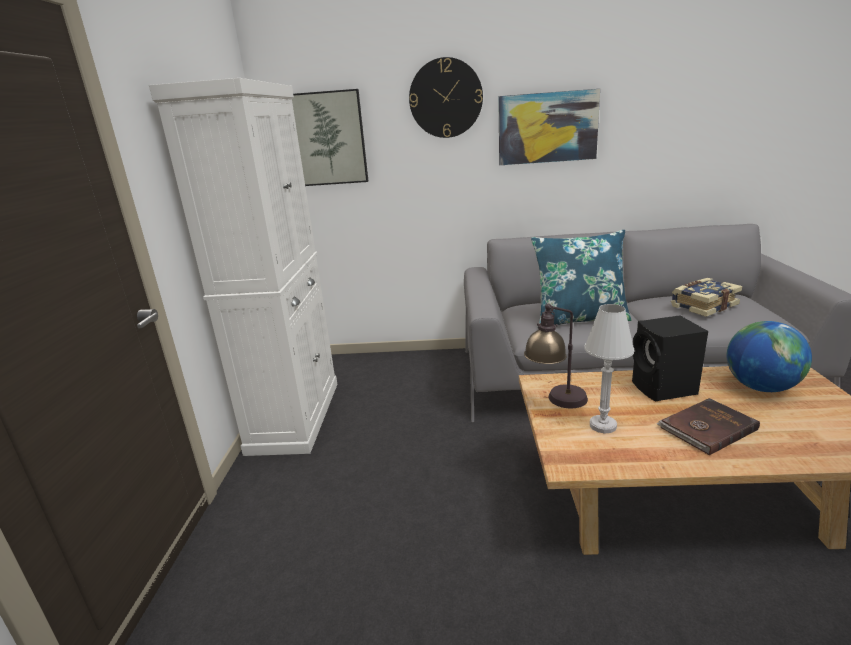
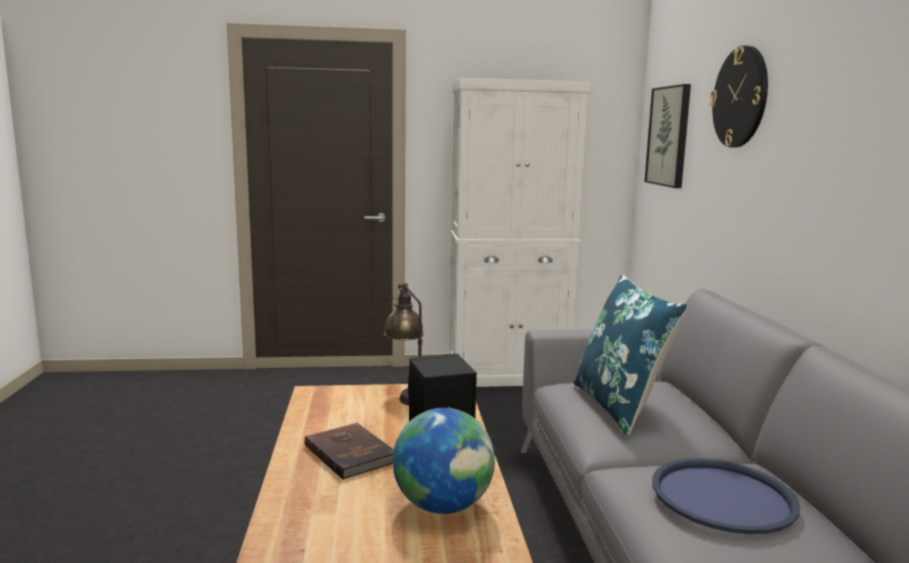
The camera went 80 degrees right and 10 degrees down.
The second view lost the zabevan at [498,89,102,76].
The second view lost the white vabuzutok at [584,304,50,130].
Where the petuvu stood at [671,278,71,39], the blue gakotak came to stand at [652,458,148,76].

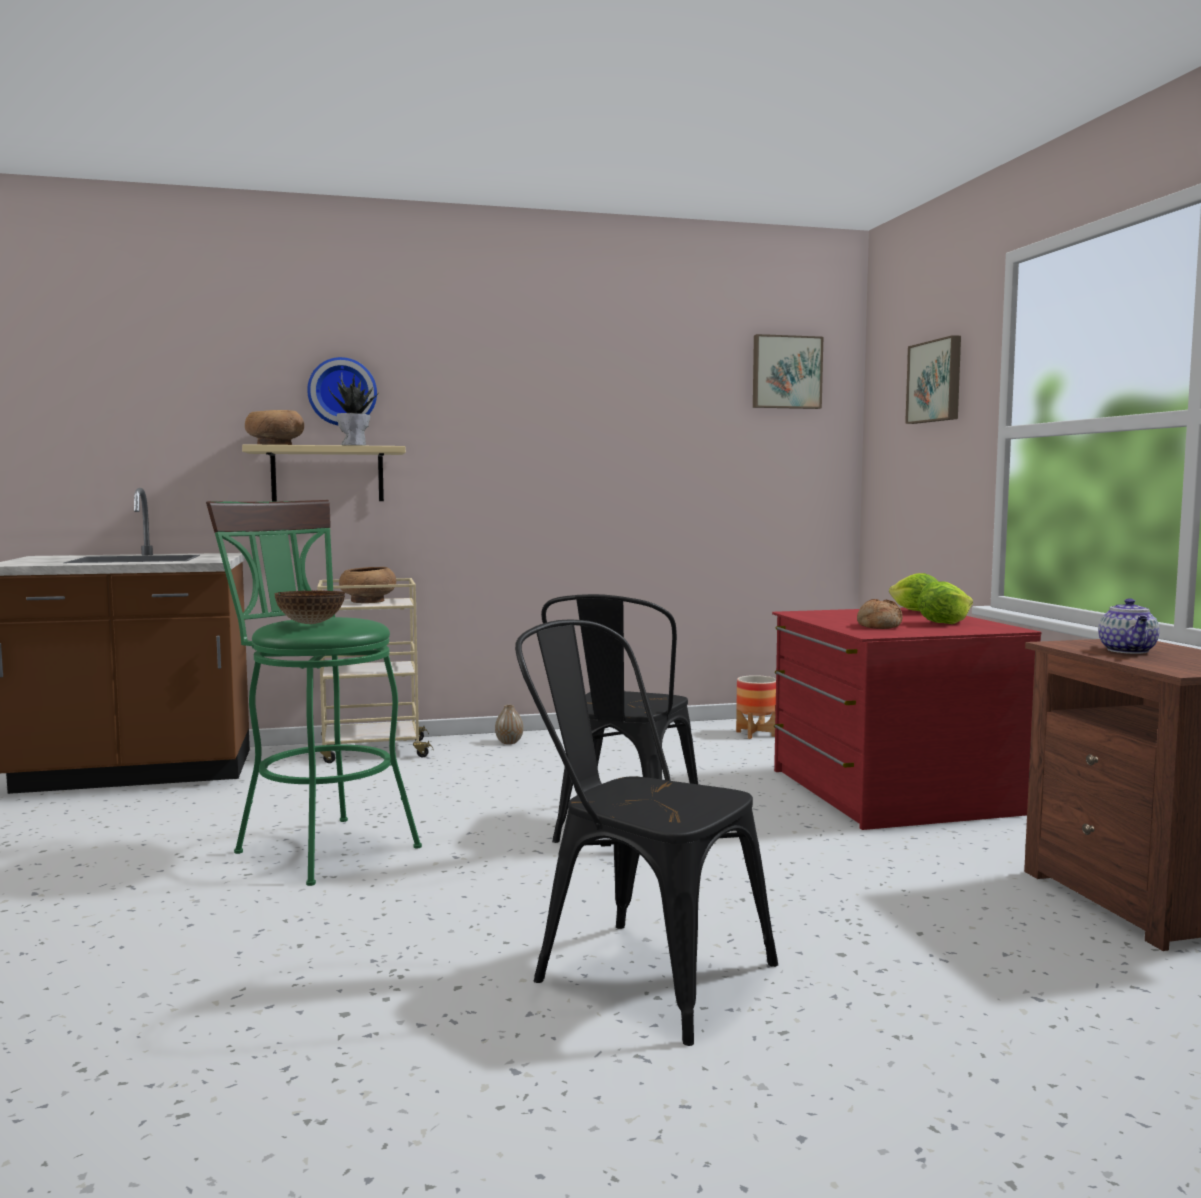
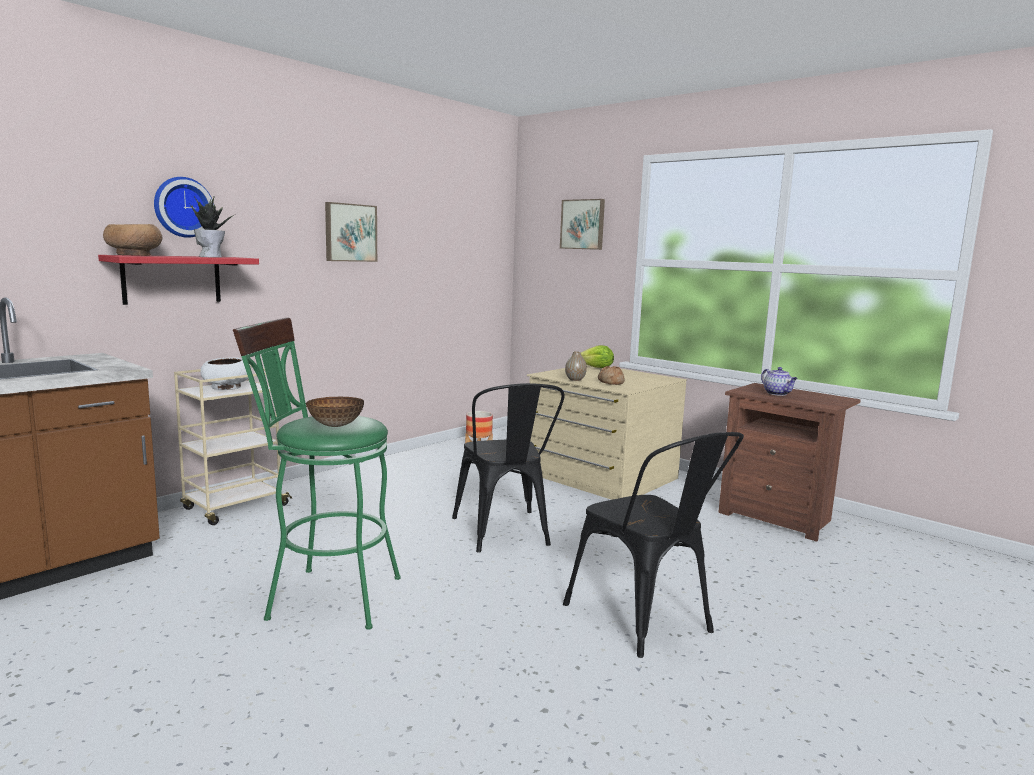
The camera went 35 degrees left and 5 degrees up.
What was the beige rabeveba at [242,444,164,57] turned into the red rabeveba at [98,255,161,50].
What was the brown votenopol at [339,567,57,36] turned into the white votenopol at [200,357,51,33].
The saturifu ended up elsewhere, having gone from [495,705,28,39] to [565,351,22,30].
The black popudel at [515,620,263,426] ended up facing another way, 120 degrees counterclockwise from before.
The zabevan ended up elsewhere, having gone from [753,334,70,75] to [325,202,52,60].
What was the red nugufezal at [772,608,270,222] turned into the beige nugufezal at [527,364,160,136].
The second view lost the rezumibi at [917,582,56,42].

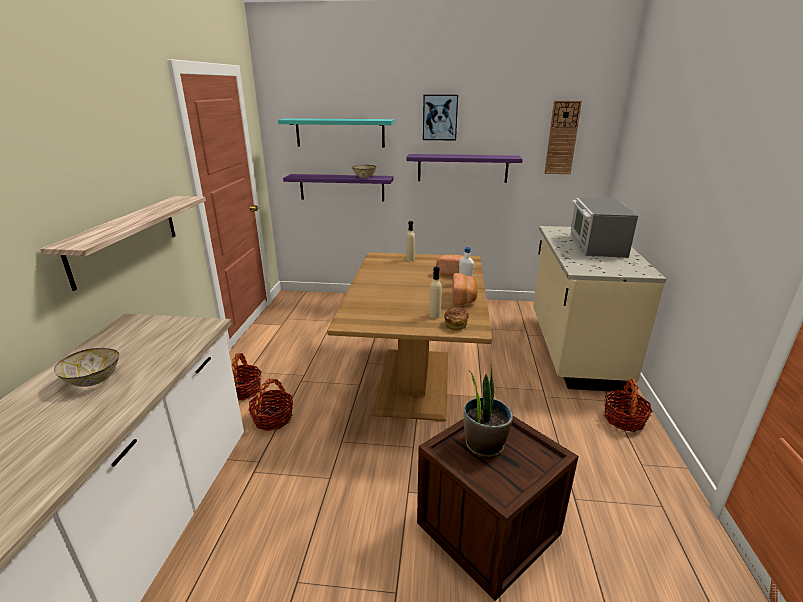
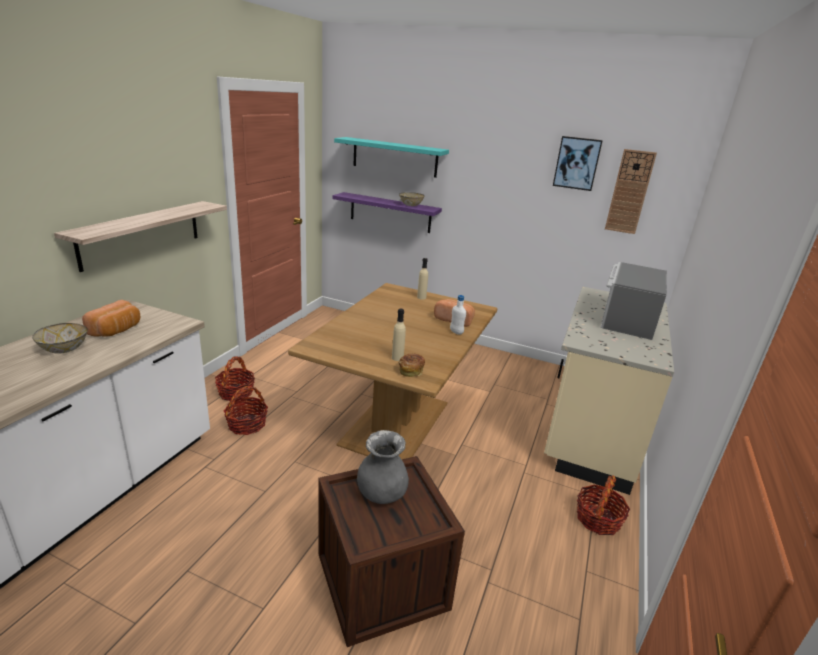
The camera went 15 degrees right and 0 degrees up.
The second view lost the purple rabeveba at [407,154,116,29].
The zabevan ended up elsewhere, having gone from [423,95,35,45] to [553,136,50,55].
The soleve ended up elsewhere, having gone from [452,273,26,32] to [82,300,58,37].
Where the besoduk stood at [463,364,50,94], the grey saturifu came to stand at [357,430,52,74].

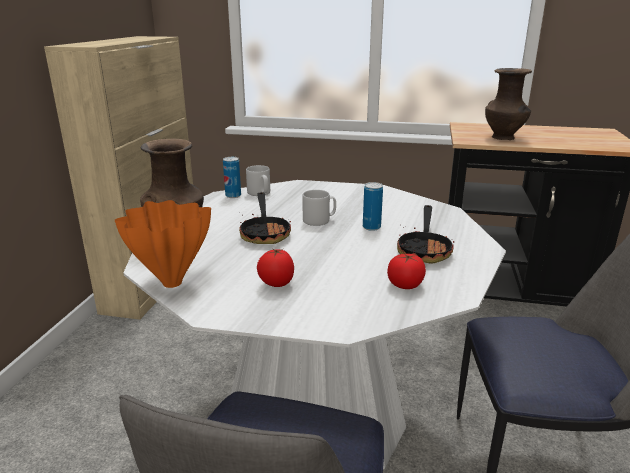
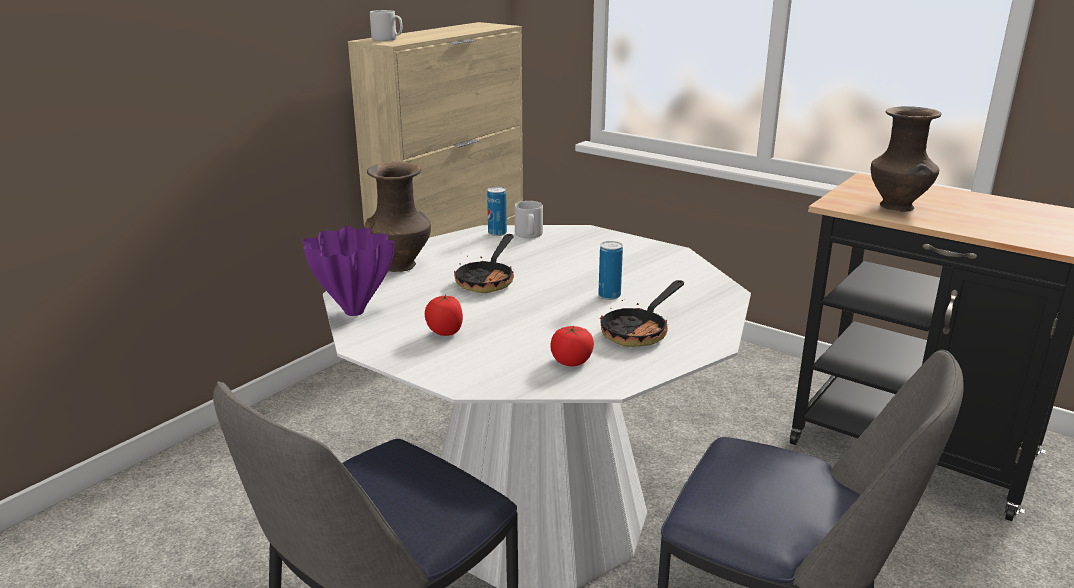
The camera went 25 degrees right and 0 degrees up.
What was the orange saturifu at [115,200,96,88] turned into the purple saturifu at [302,226,92,90].
The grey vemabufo ended up elsewhere, having gone from [302,190,34,36] to [370,10,32,31].

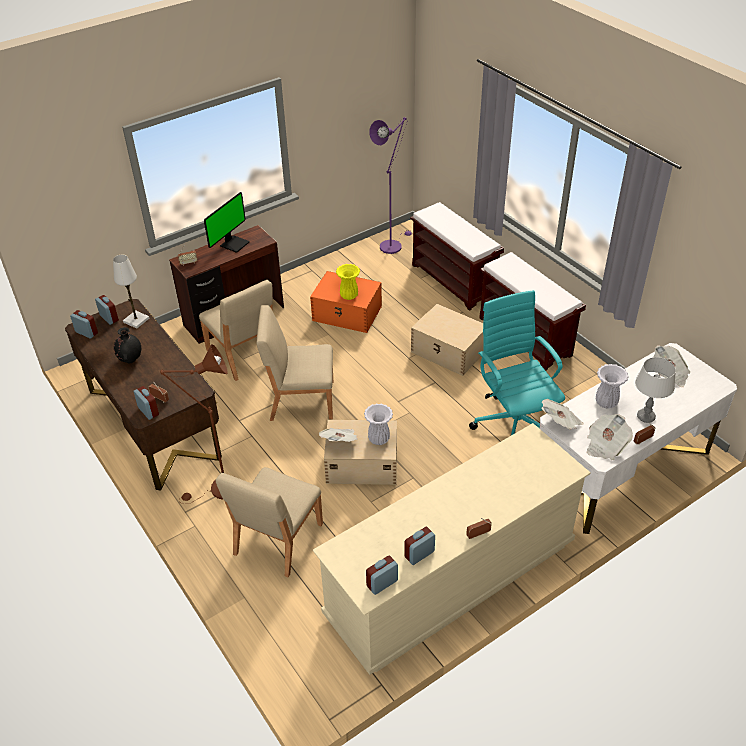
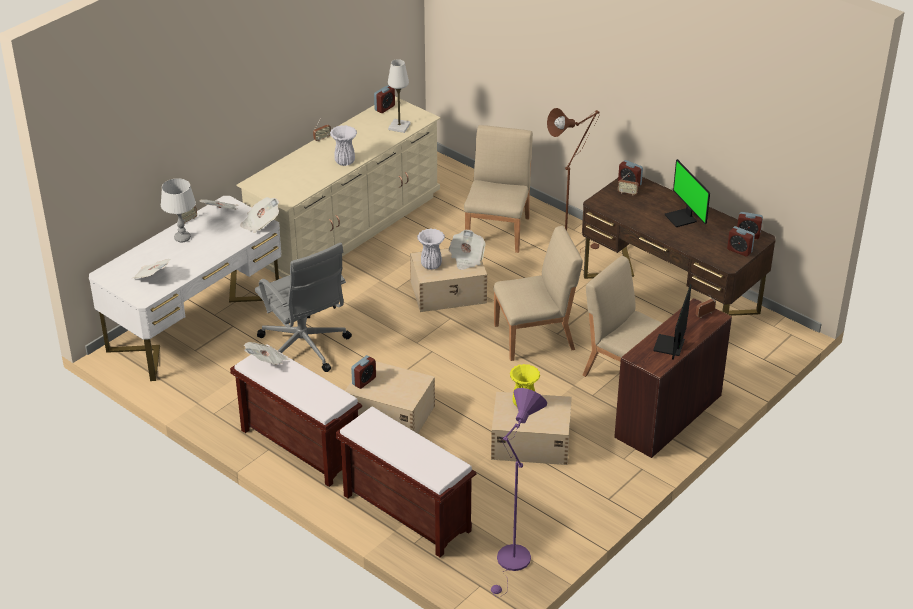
The camera went 165 degrees right and 5 degrees down.
The white vabuzutok ended up elsewhere, having gone from [113,255,36,74] to [388,59,23,74].
Where the black saturifu stood at [114,327,27,36], the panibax came to stand at [665,159,45,68].
What was the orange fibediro at [310,271,72,62] turned into the beige fibediro at [491,392,81,73].
The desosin ended up elsewhere, having gone from [404,527,31,38] to [351,355,25,34].
What was the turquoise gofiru at [469,290,96,145] turned into the grey gofiru at [255,242,97,130].
The white saturifu ended up elsewhere, having gone from [595,364,34,45] to [330,125,27,41].
The second view gained the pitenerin at [244,342,46,23].

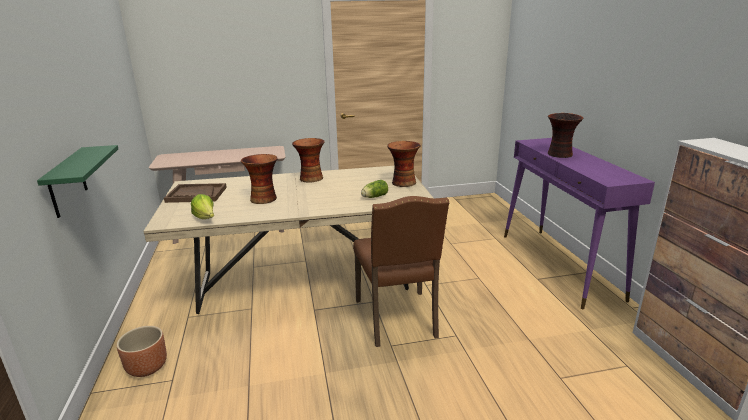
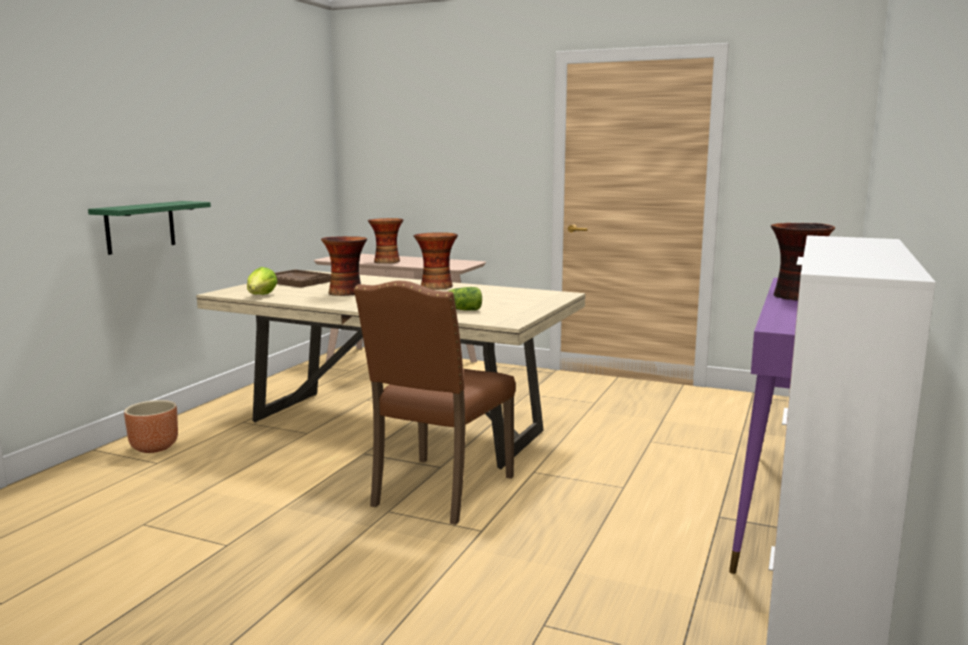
The camera went 35 degrees right and 10 degrees down.
The saturifu ended up elsewhere, having gone from [387,141,34,46] to [368,218,35,46].

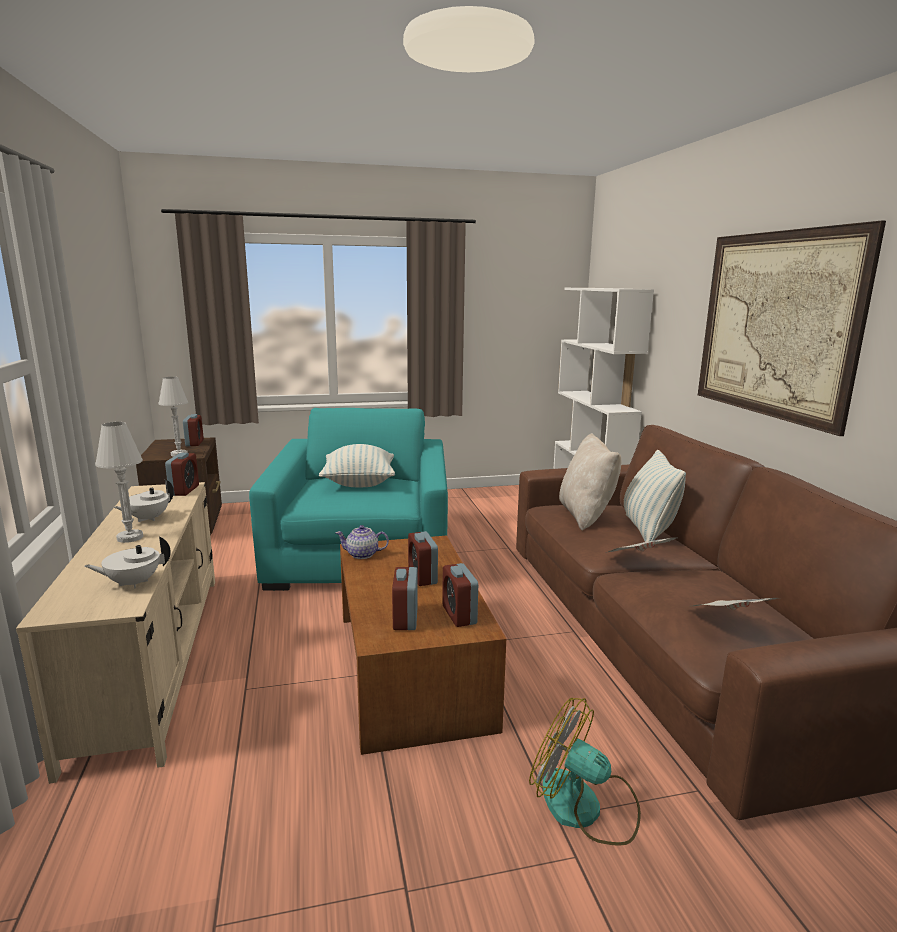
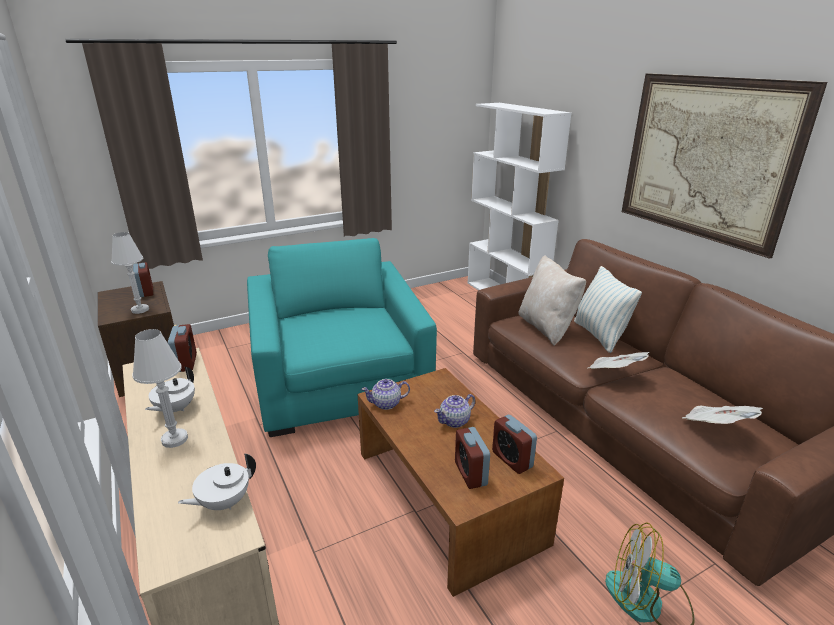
The camera went 15 degrees left and 10 degrees up.
The second view lost the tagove at [319,444,76,43].
Where the desosin stood at [408,531,30,55], the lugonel came to stand at [434,394,41,34].

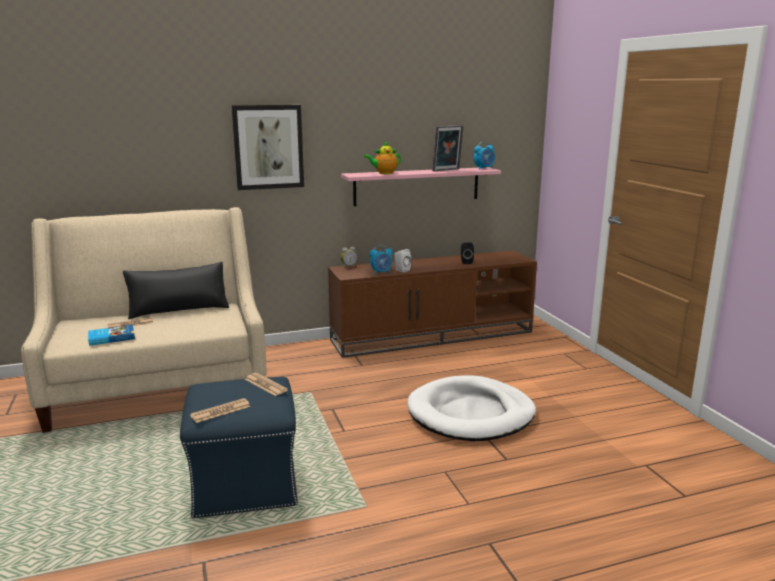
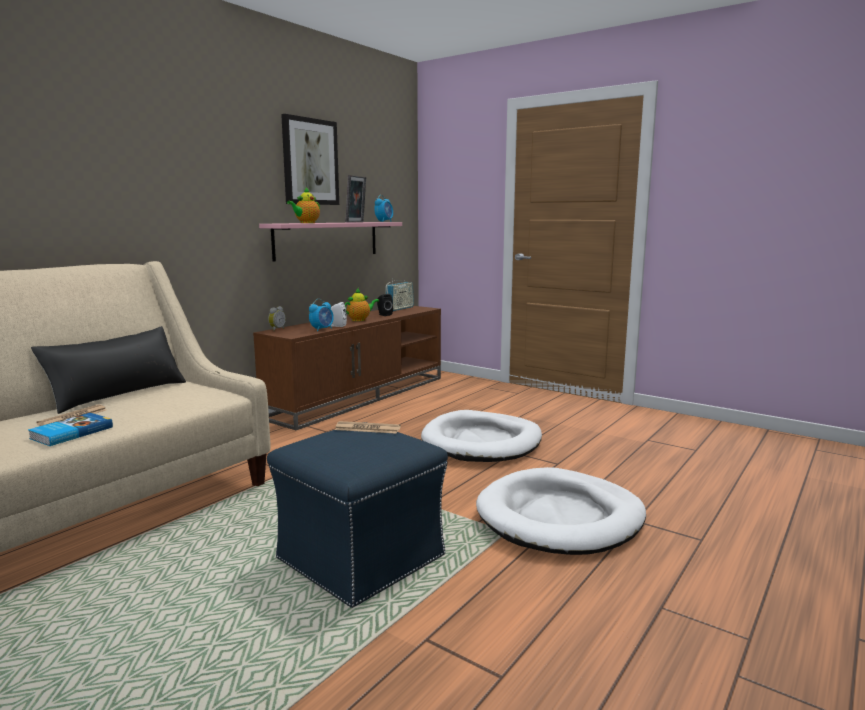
The camera went 35 degrees left and 5 degrees down.
The second view lost the pitenerin at [190,398,61,25].
The zabevan ended up elsewhere, having gone from [232,105,72,85] to [281,114,58,91].
The second view gained the lugonel at [345,288,34,33].
The second view gained the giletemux at [385,278,29,33].
The second view gained the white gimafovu at [476,467,170,88].

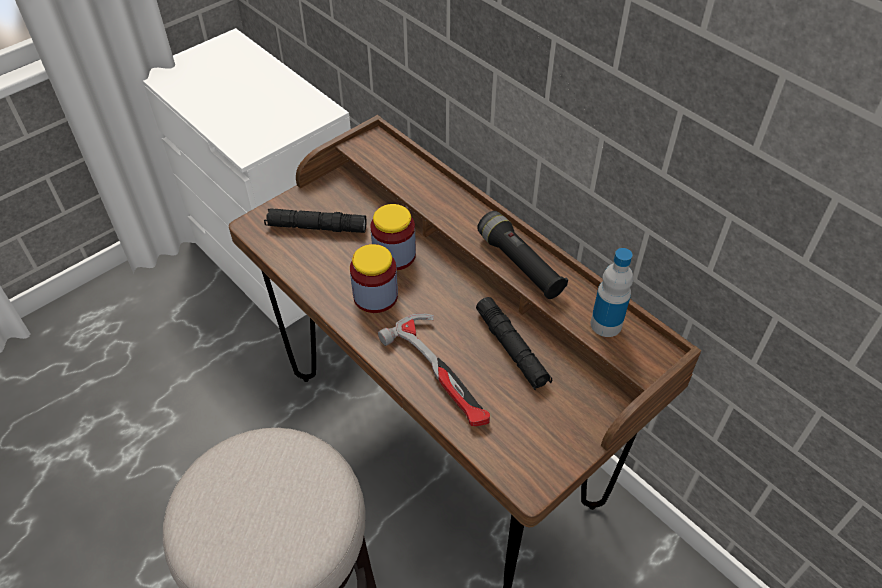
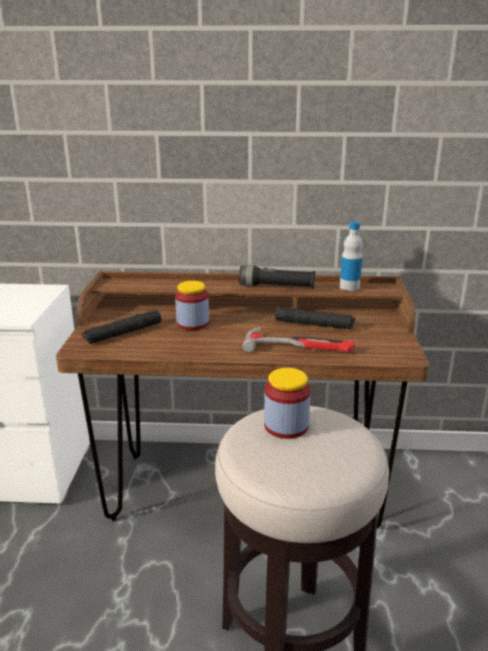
The camera went 45 degrees left and 25 degrees down.
The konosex ended up elsewhere, having gone from [350,244,48,69] to [264,368,47,71].

